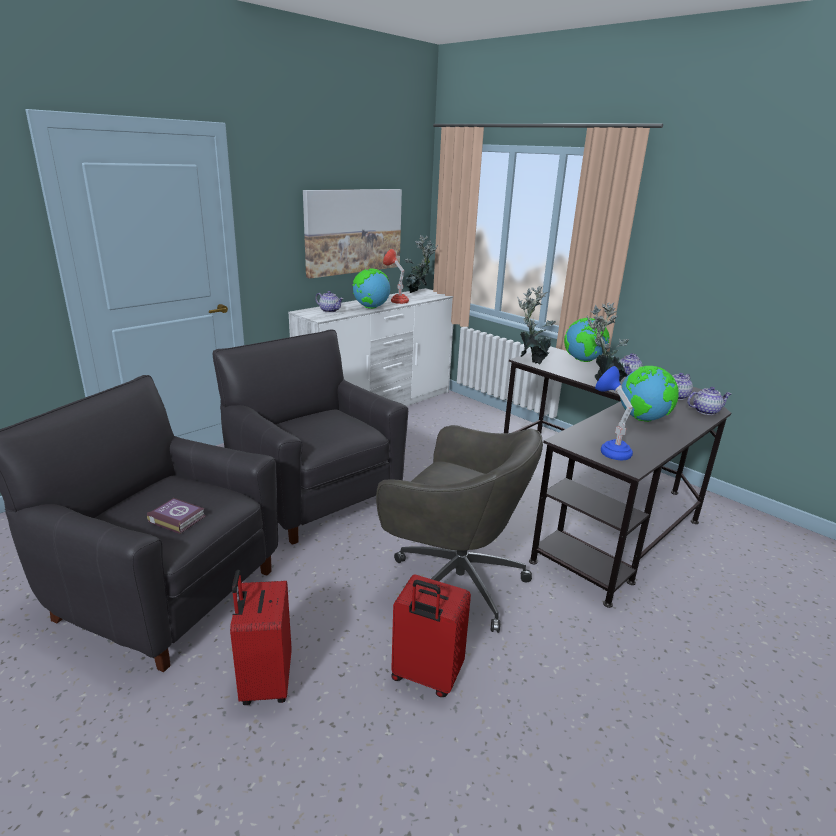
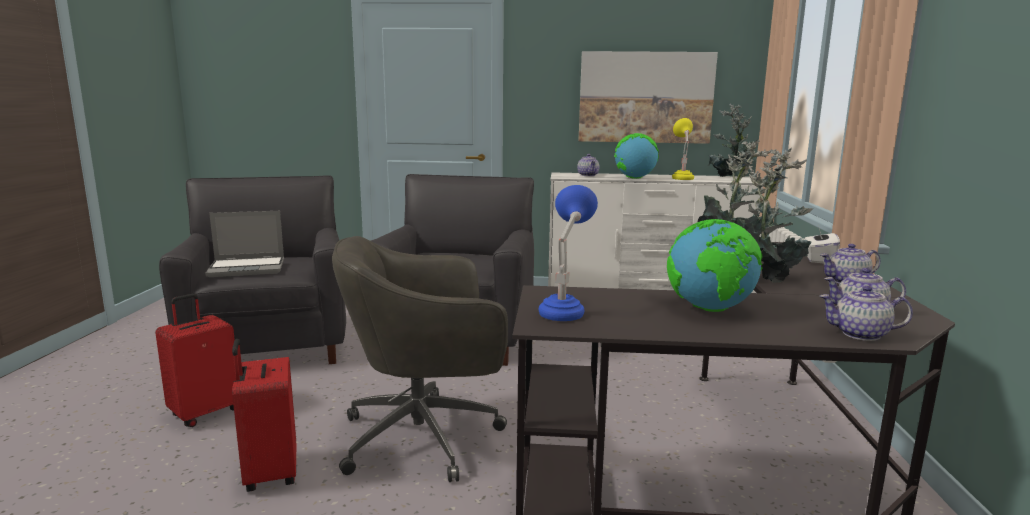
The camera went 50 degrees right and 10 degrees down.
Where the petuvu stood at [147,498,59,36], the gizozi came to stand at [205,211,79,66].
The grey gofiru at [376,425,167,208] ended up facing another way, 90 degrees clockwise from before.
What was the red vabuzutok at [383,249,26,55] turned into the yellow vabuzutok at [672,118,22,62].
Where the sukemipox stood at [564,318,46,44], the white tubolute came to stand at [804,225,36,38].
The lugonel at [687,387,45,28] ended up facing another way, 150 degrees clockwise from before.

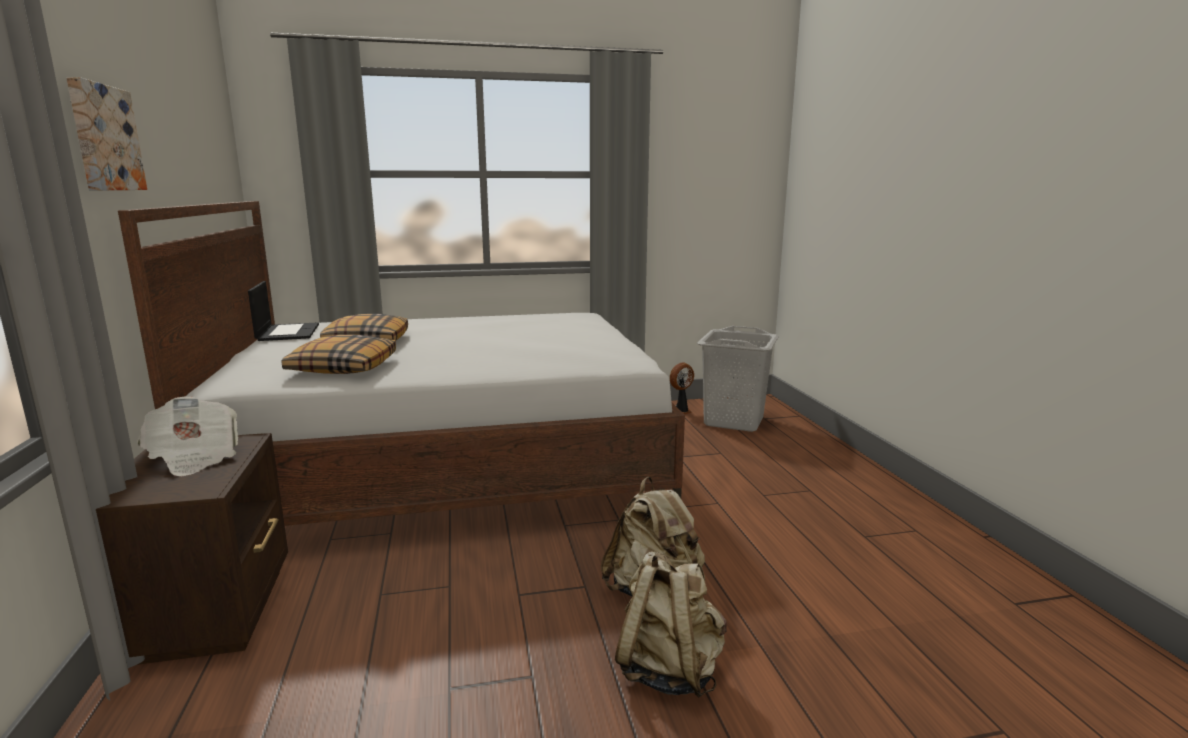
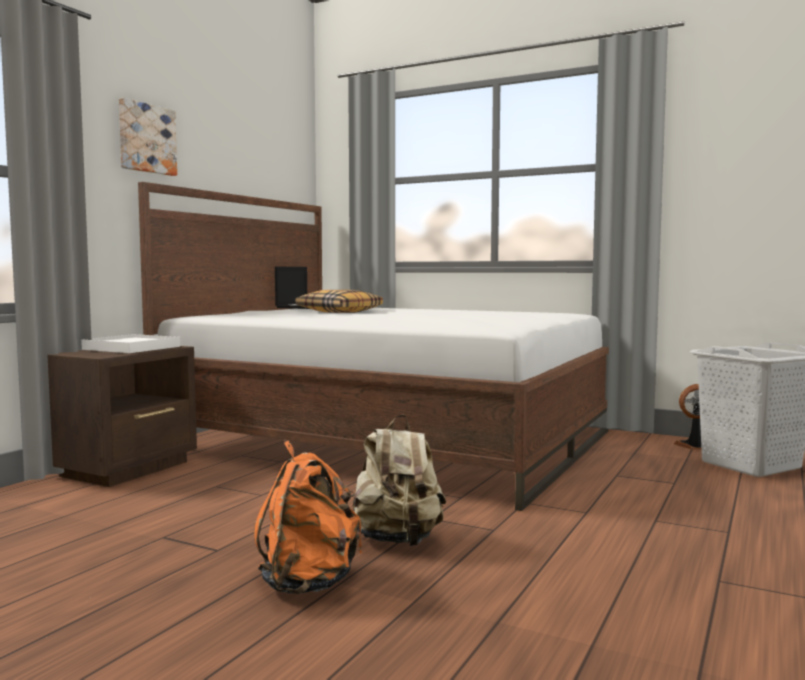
The camera went 40 degrees right and 10 degrees down.
Where the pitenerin stood at [137,396,101,80], the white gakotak came to stand at [81,334,99,19].
The second view lost the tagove at [282,335,114,39].
What was the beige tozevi at [615,551,112,146] turned into the orange tozevi at [254,441,108,153].

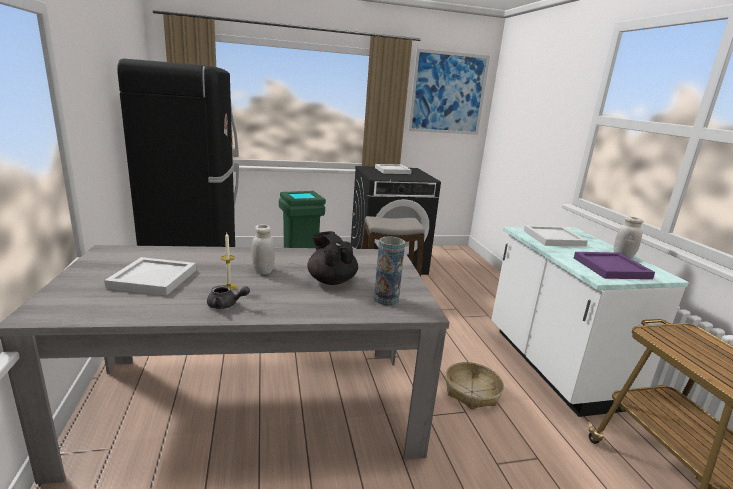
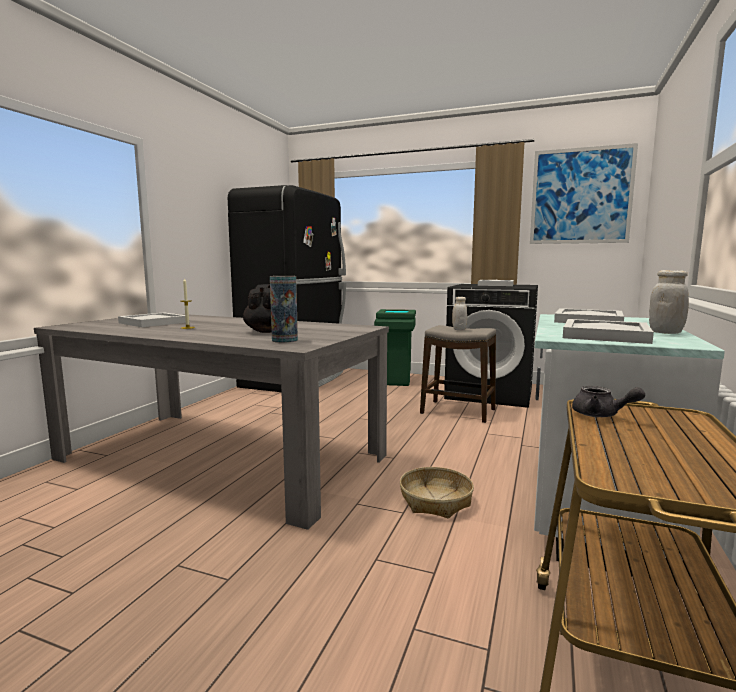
The camera went 35 degrees right and 10 degrees down.
The grey lugonel ended up elsewhere, having gone from [207,285,43,24] to [572,386,73,31].
The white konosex ended up elsewhere, having gone from [251,224,23,50] to [452,297,15,33].
What was the purple gakotak at [574,252,81,27] turned into the white gakotak at [563,319,91,25].

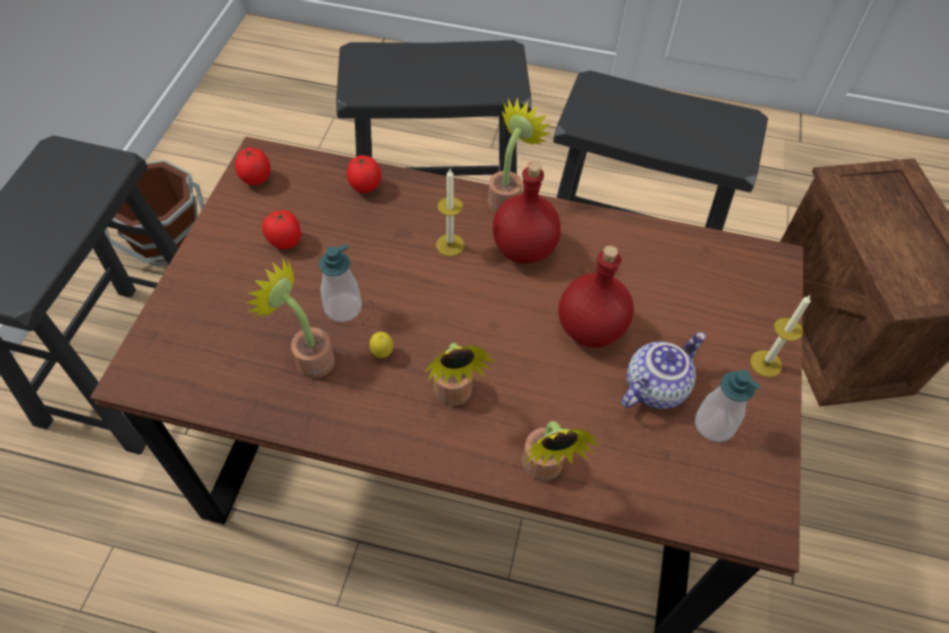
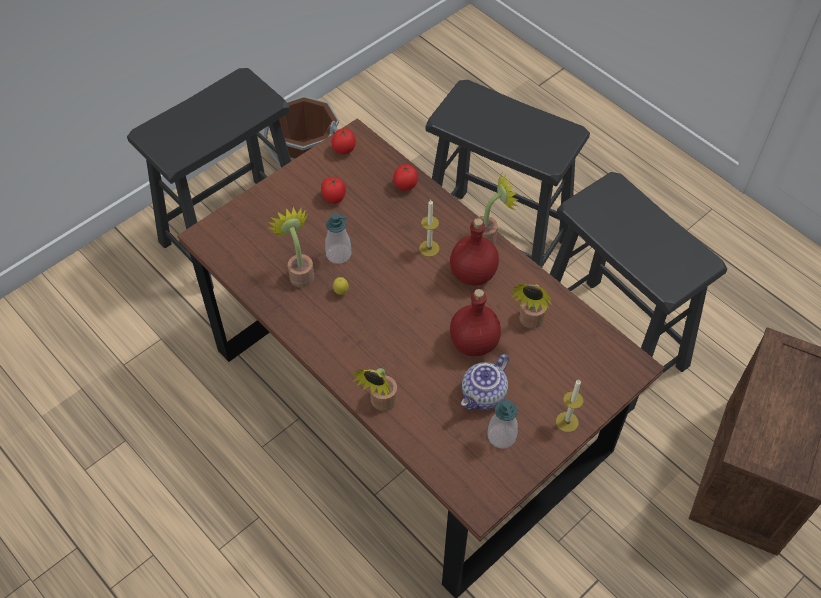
The camera went 35 degrees right and 0 degrees up.
The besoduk ended up elsewhere, having gone from [424,343,73,63] to [511,284,41,45].
The lugonel at [621,332,85,77] ended up facing another way, 135 degrees clockwise from before.

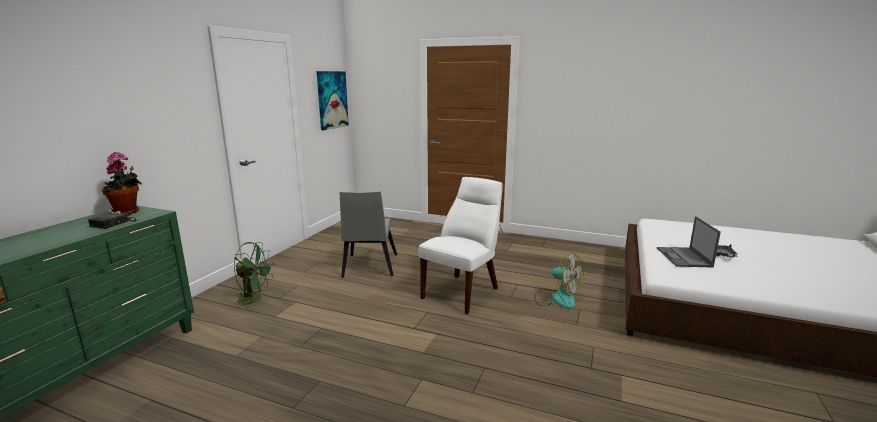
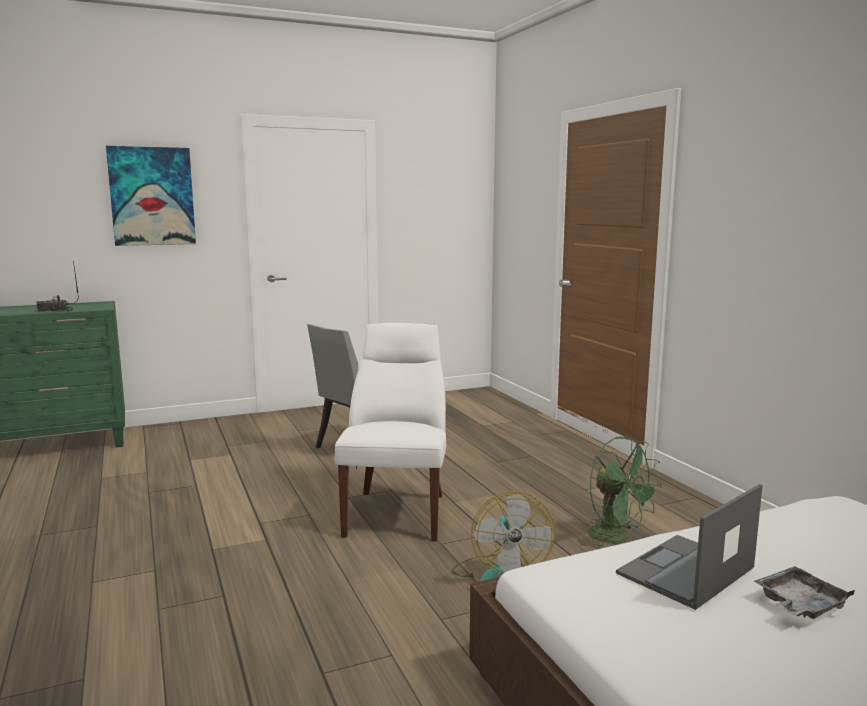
The camera went 45 degrees right and 5 degrees down.
The second view lost the besoduk at [102,152,40,62].
The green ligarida ended up elsewhere, having gone from [234,242,40,68] to [588,436,74,113].
The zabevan ended up elsewhere, having gone from [317,71,32,59] to [106,146,90,100].
The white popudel at [419,177,83,138] ended up facing another way, 75 degrees counterclockwise from before.

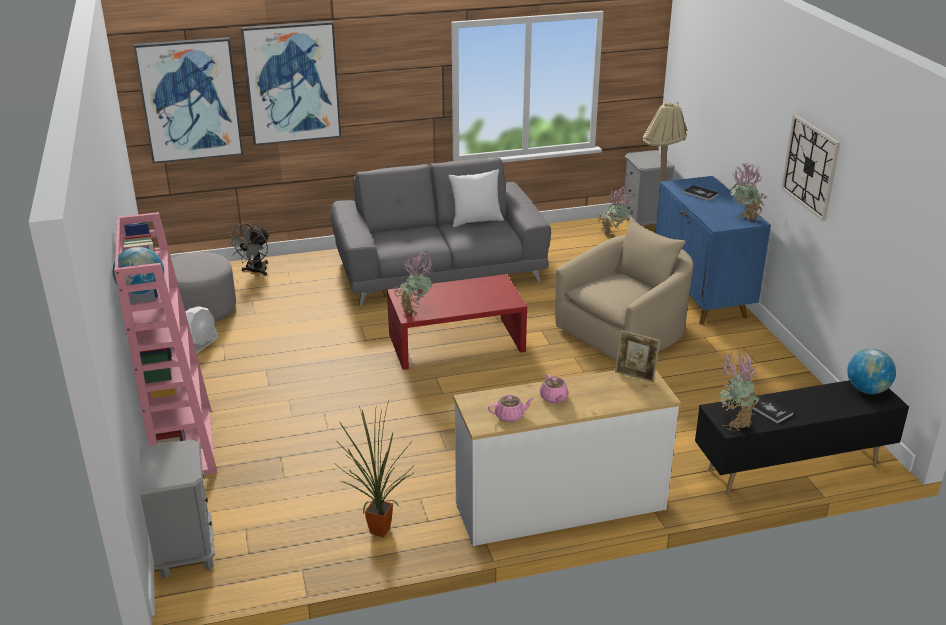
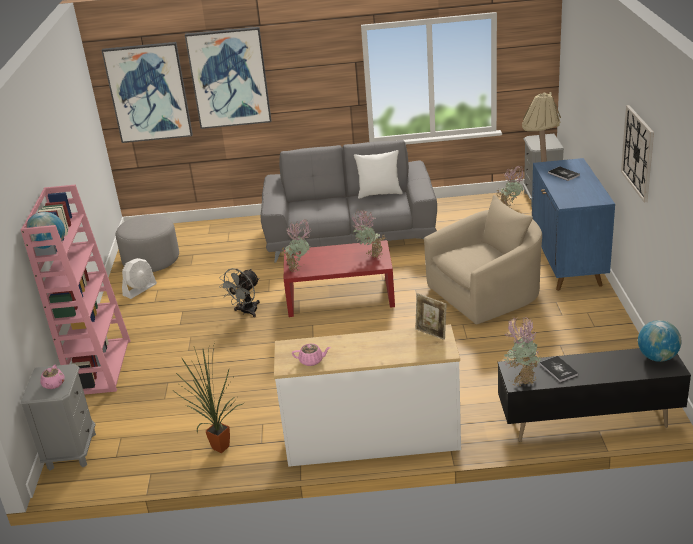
The camera went 15 degrees right and 0 degrees up.
The grey ligarida ended up elsewhere, having gone from [227,223,42,53] to [219,268,41,49].
The pink lugonel ended up elsewhere, having gone from [540,374,29,29] to [41,364,24,25].
The besoduk ended up elsewhere, having gone from [730,163,36,59] to [351,210,35,49].

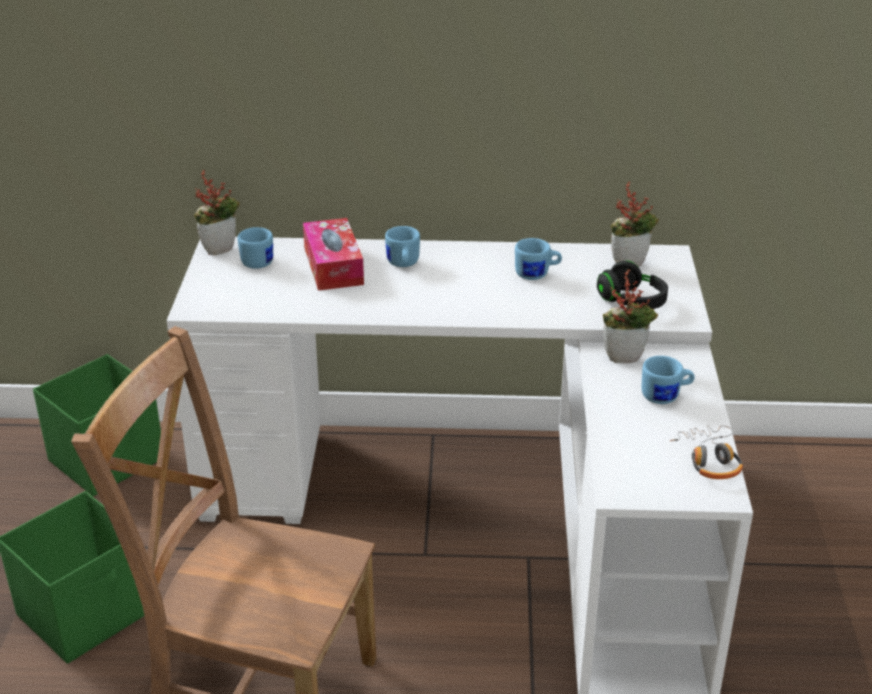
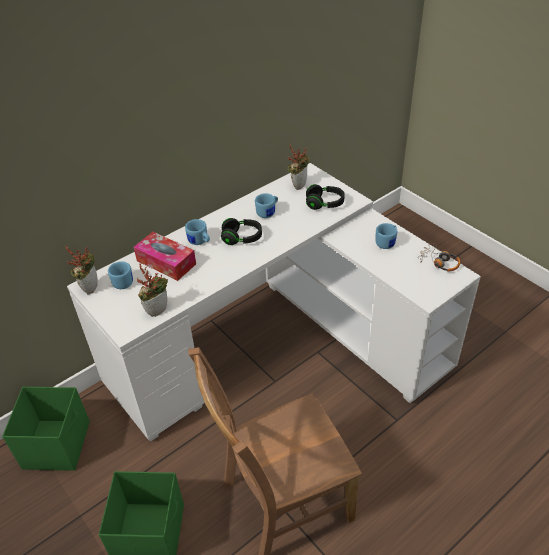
The camera went 40 degrees left and 10 degrees up.
The besoduk ended up elsewhere, having gone from [603,269,55,94] to [137,263,31,54].
The second view gained the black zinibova at [221,218,41,27].

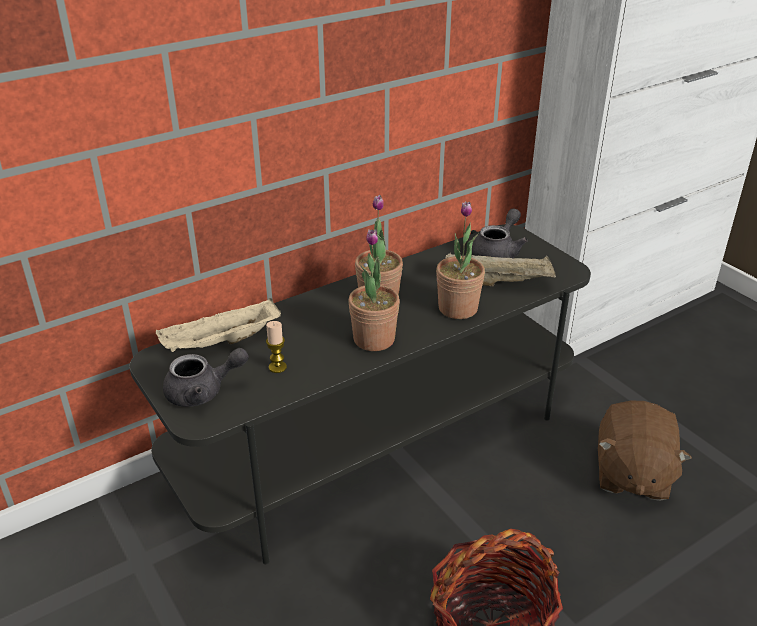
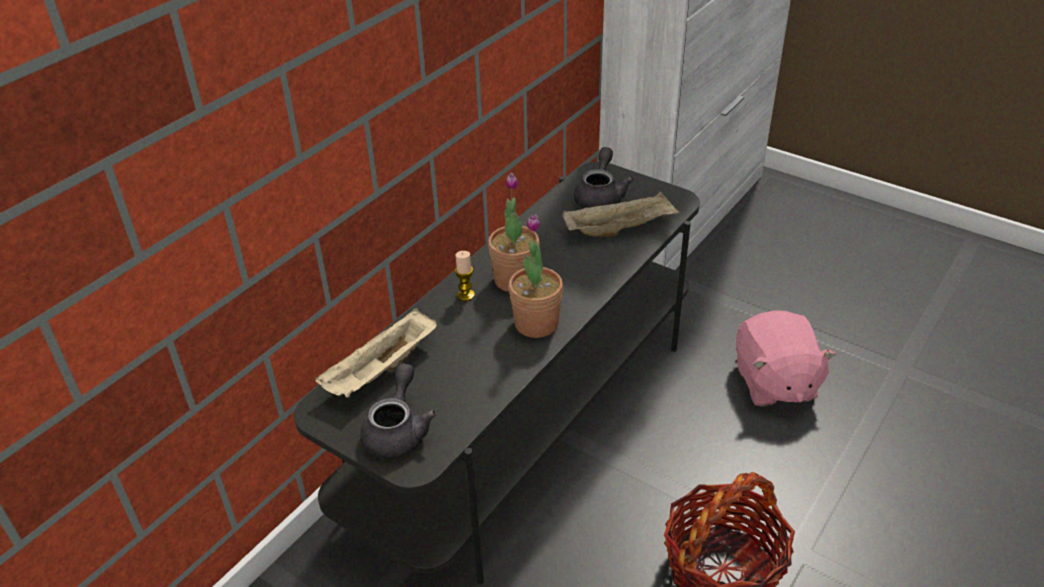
The camera went 20 degrees left and 5 degrees up.
The grey lugonel at [163,348,86,59] ended up facing another way, 45 degrees counterclockwise from before.
The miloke ended up elsewhere, having gone from [266,321,21,52] to [455,251,20,50].
The second view lost the besoduk at [436,201,49,118].
What was the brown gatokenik at [598,401,94,100] turned into the pink gatokenik at [736,310,101,97].

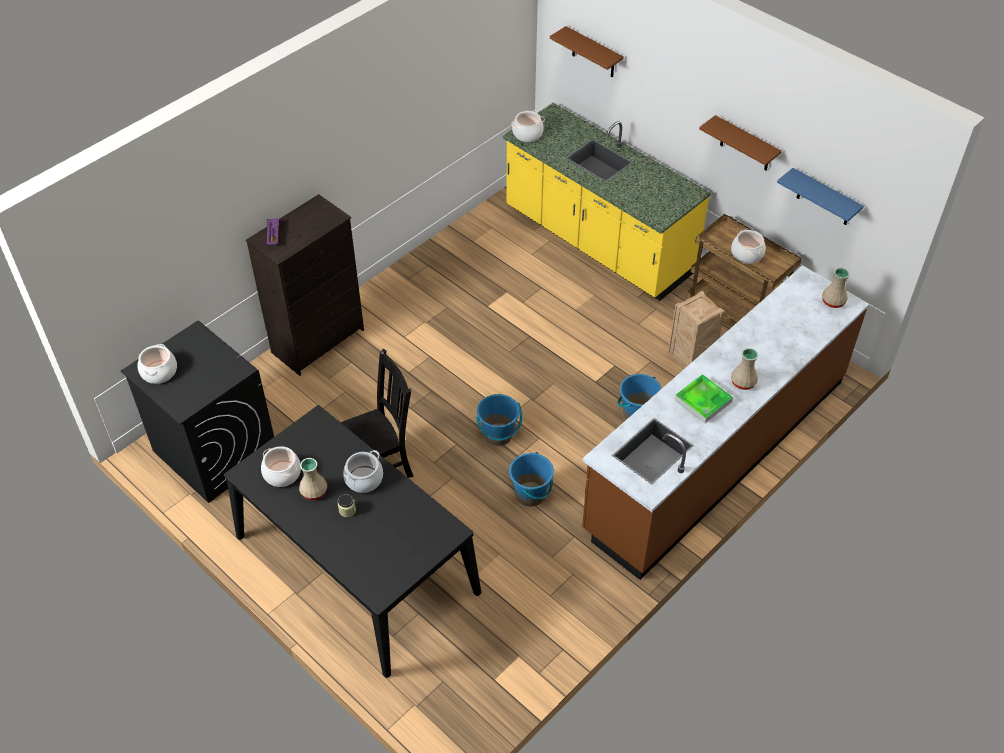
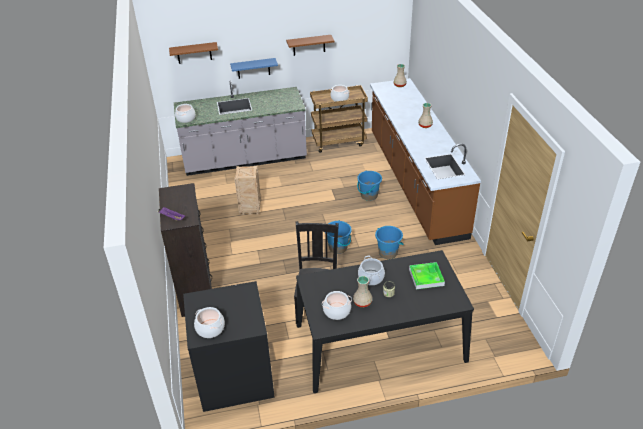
The camera went 55 degrees left and 10 degrees down.
What was the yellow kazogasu at [503,103,208,198] turned into the grey kazogasu at [174,80,133,96].
The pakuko ended up elsewhere, having gone from [668,291,57,77] to [234,166,27,49].
The gakotak ended up elsewhere, having gone from [675,374,58,49] to [409,262,36,27].
The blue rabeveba ended up elsewhere, having gone from [777,168,87,57] to [230,58,48,21].

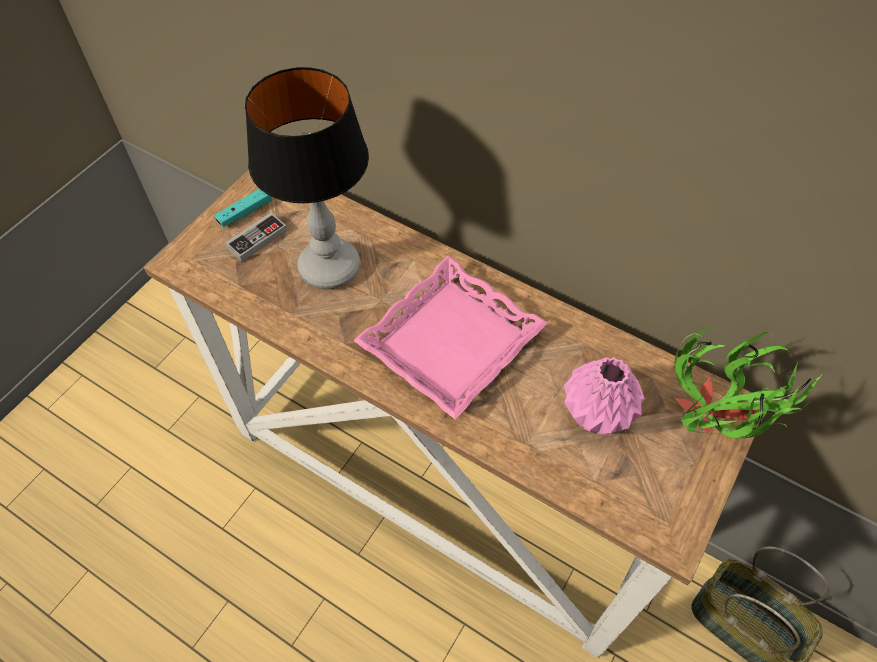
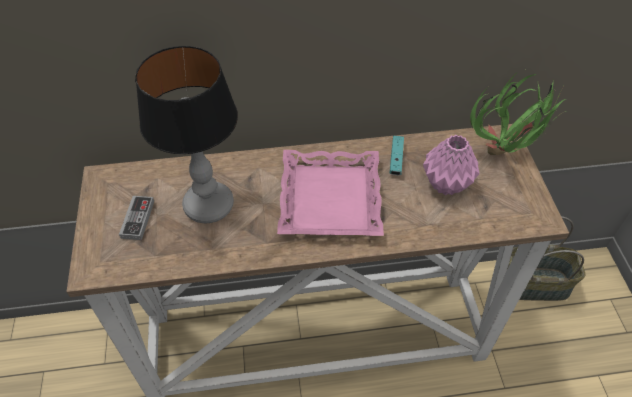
The camera went 40 degrees left and 5 degrees down.
The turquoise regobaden ended up elsewhere, having gone from [214,189,58,38] to [389,136,15,39].

